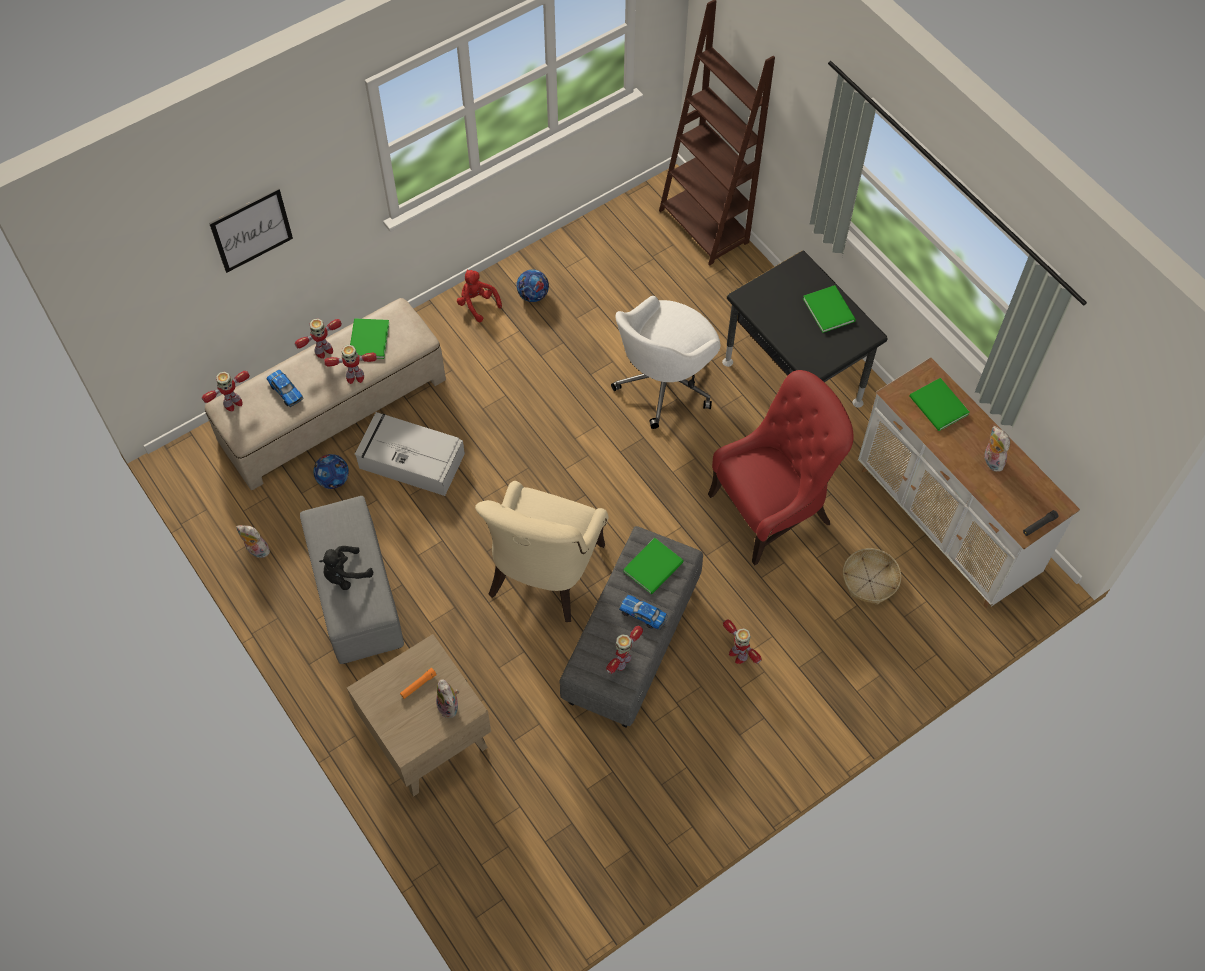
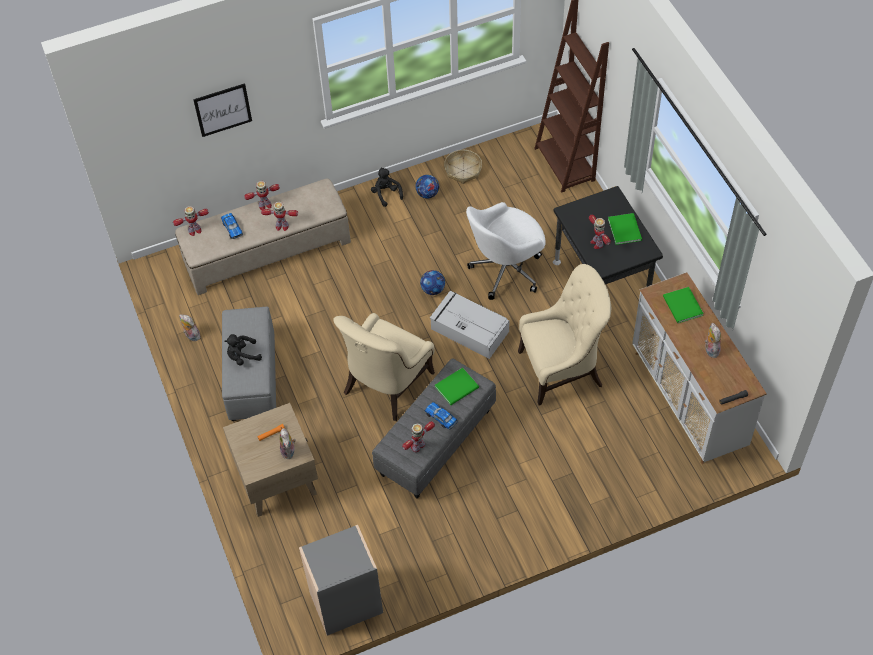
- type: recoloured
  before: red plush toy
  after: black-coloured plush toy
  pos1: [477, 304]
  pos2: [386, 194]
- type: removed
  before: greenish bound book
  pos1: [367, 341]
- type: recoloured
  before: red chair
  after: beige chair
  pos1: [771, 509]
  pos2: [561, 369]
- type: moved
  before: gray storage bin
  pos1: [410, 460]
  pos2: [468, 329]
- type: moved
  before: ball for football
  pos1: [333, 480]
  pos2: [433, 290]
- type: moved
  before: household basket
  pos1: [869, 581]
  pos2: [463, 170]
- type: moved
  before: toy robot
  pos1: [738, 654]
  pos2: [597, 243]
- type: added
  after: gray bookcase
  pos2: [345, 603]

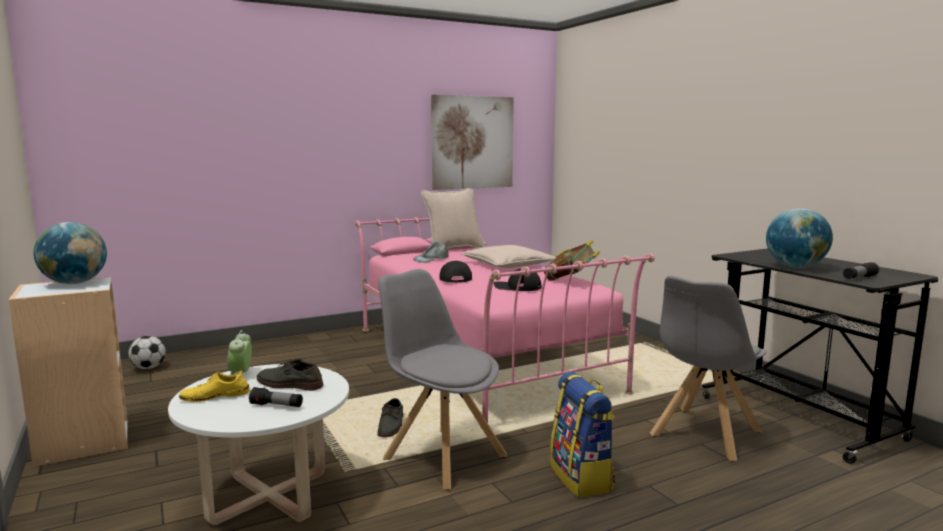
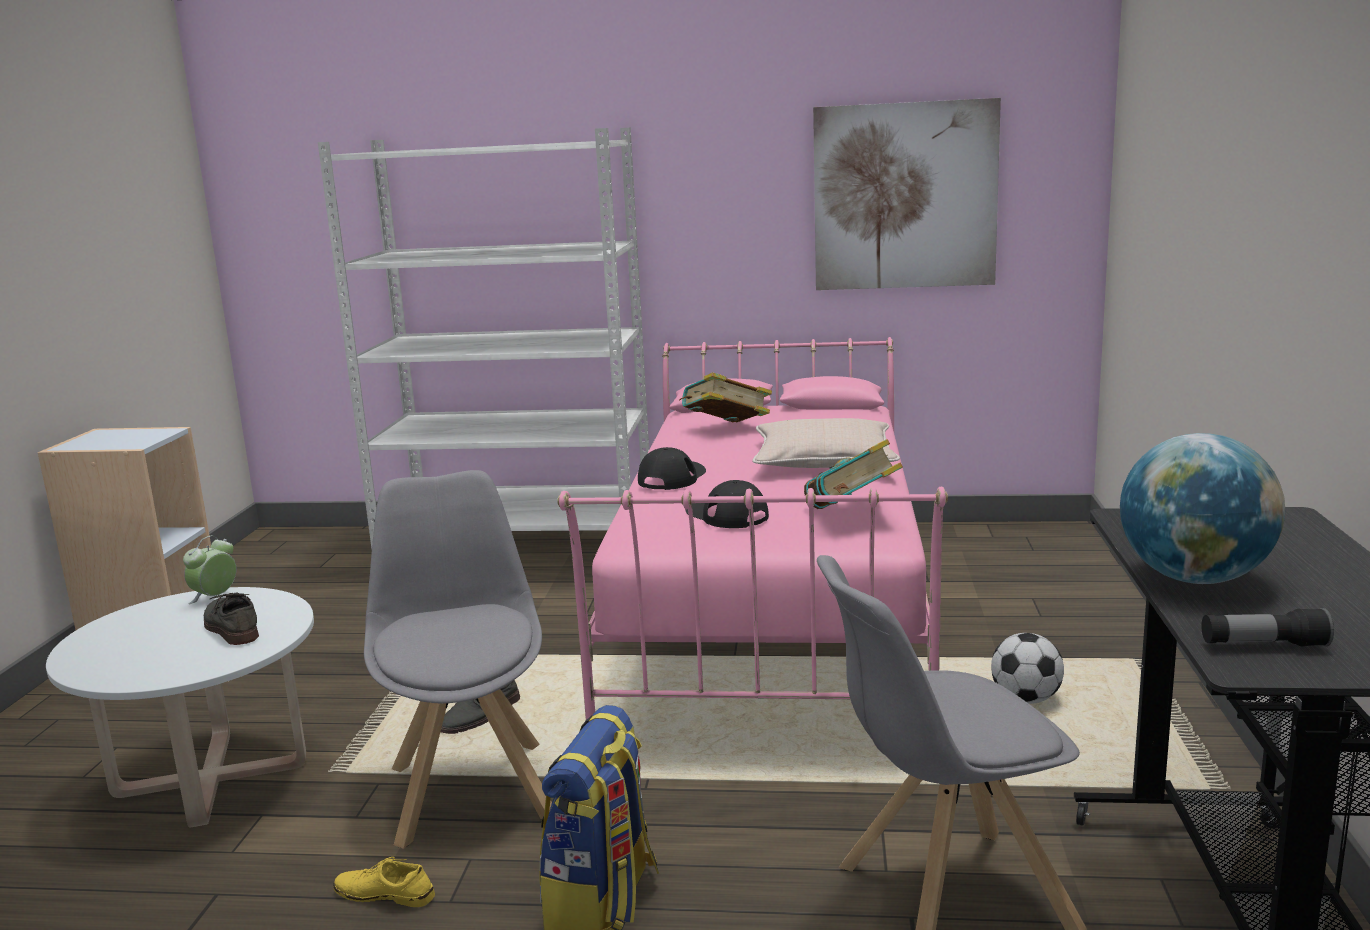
- type: removed
  before: beige throw pillow
  pos1: [453, 249]
- type: removed
  before: globe
  pos1: [75, 283]
- type: replaced
  before: gray baseball cap
  after: bound book
  pos1: [431, 259]
  pos2: [725, 429]
- type: moved
  before: ball for football
  pos1: [148, 368]
  pos2: [1025, 699]
- type: moved
  before: yellowish item of footwear
  pos1: [215, 396]
  pos2: [385, 894]
- type: removed
  before: torch
  pos1: [276, 406]
- type: added
  after: white-coloured bookcase
  pos2: [520, 548]

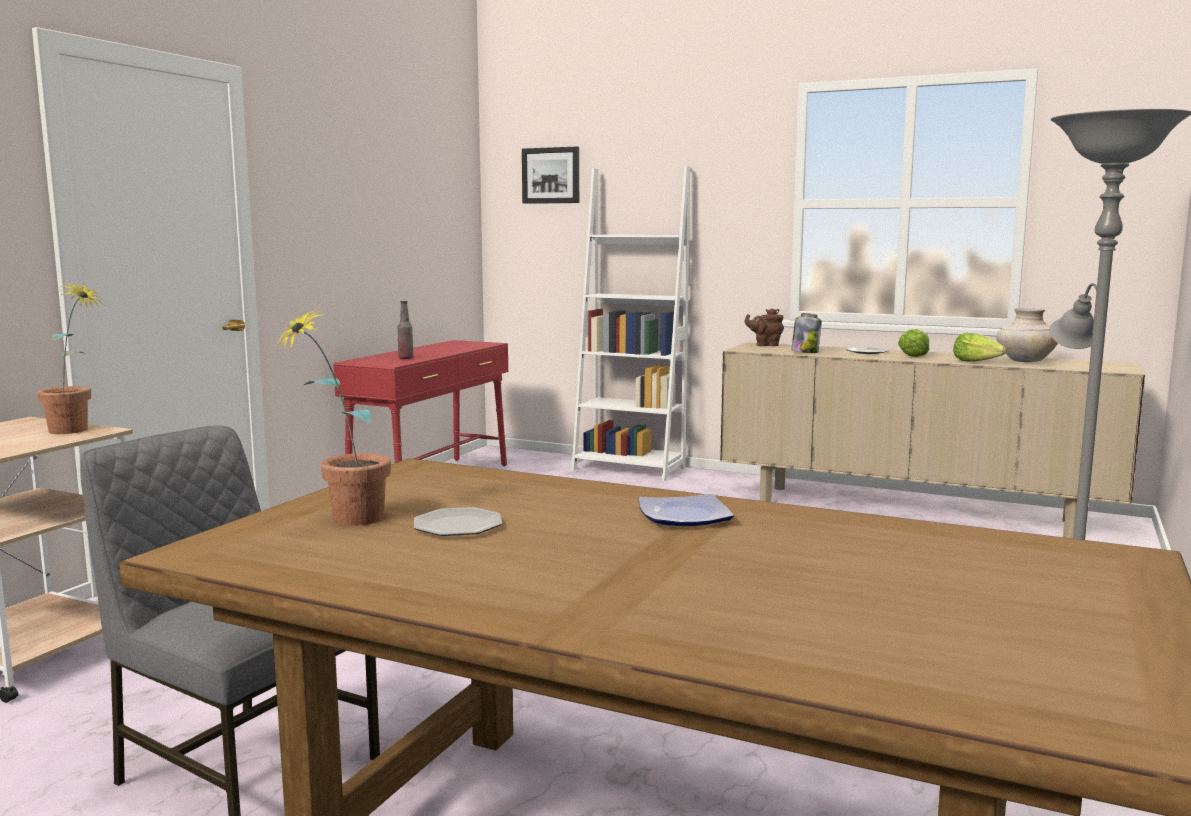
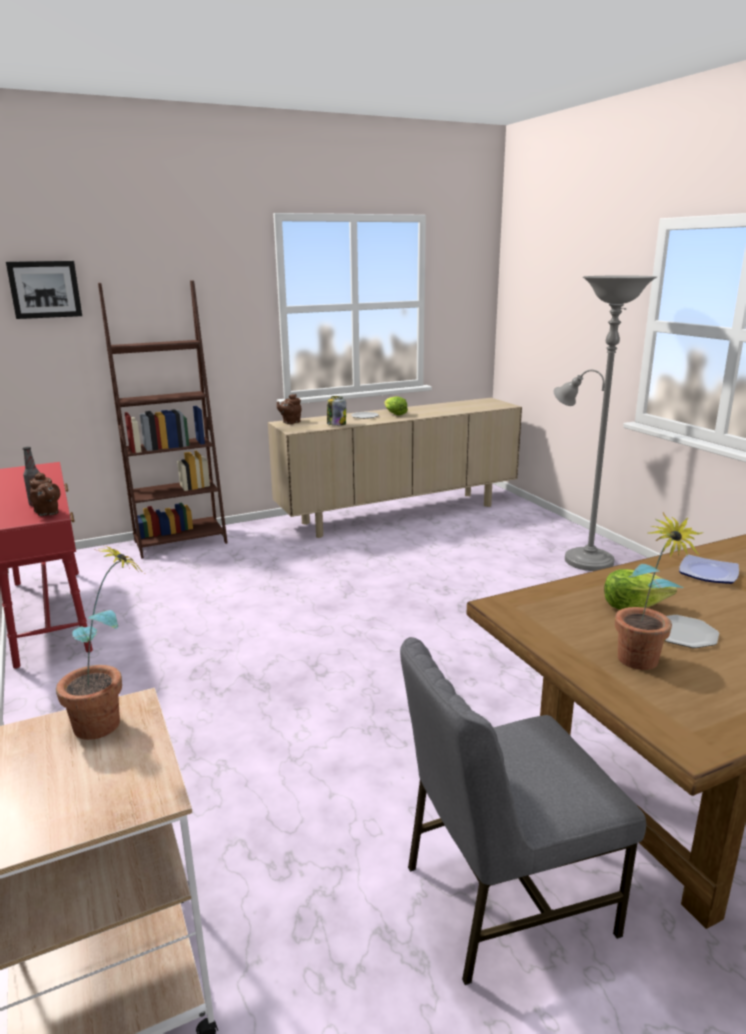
- type: recoloured
  before: white-coloured bookcase
  after: brownish bookcase
  pos1: [628, 468]
  pos2: [180, 542]
- type: removed
  before: beige decorative vase
  pos1: [1025, 361]
- type: moved
  before: lettuce head
  pos1: [977, 362]
  pos2: [633, 606]
- type: added
  after: brownish pot for tea
  pos2: [47, 513]

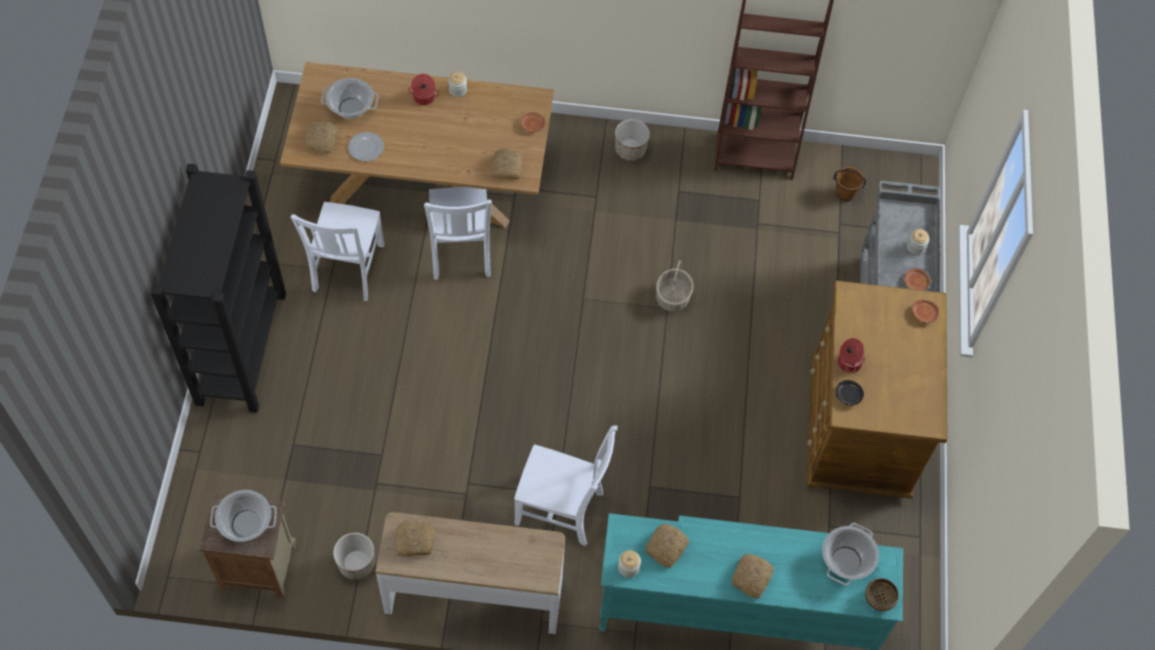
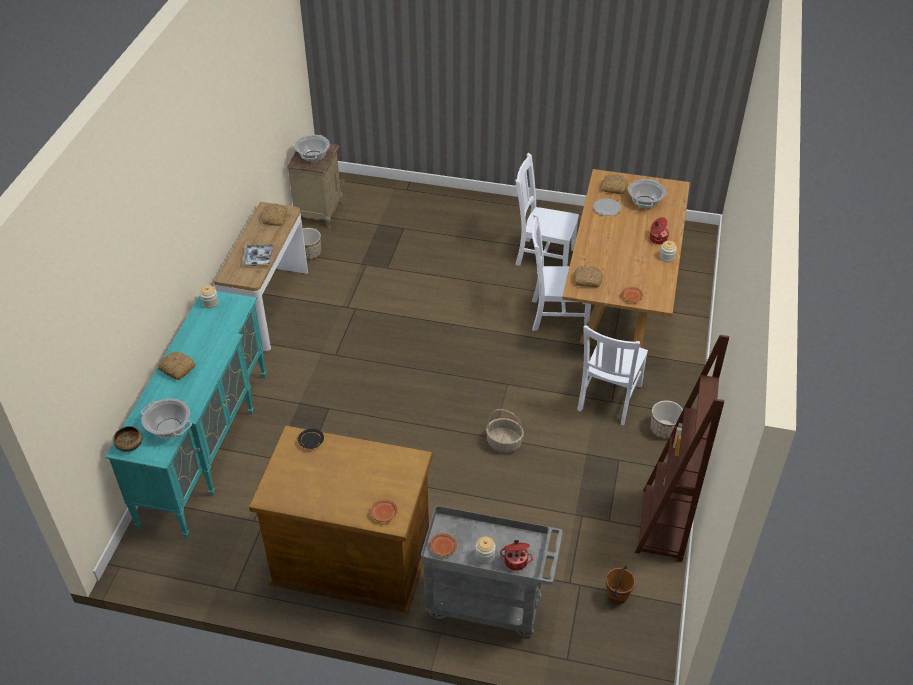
- type: removed
  before: black-coloured bookcase
  pos1: [241, 347]
- type: moved
  before: saucepot
  pos1: [848, 362]
  pos2: [516, 560]
- type: moved
  before: white-coloured chair
  pos1: [562, 509]
  pos2: [608, 399]
- type: removed
  before: bread
  pos1: [666, 548]
- type: added
  after: carrying tray
  pos2: [258, 258]

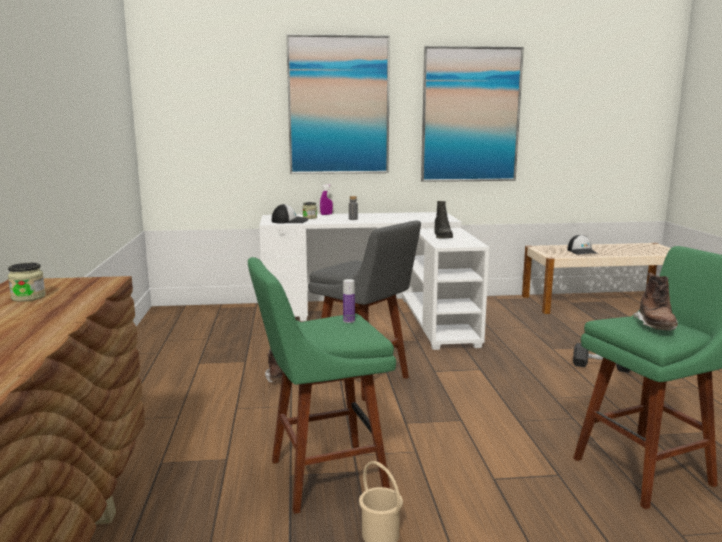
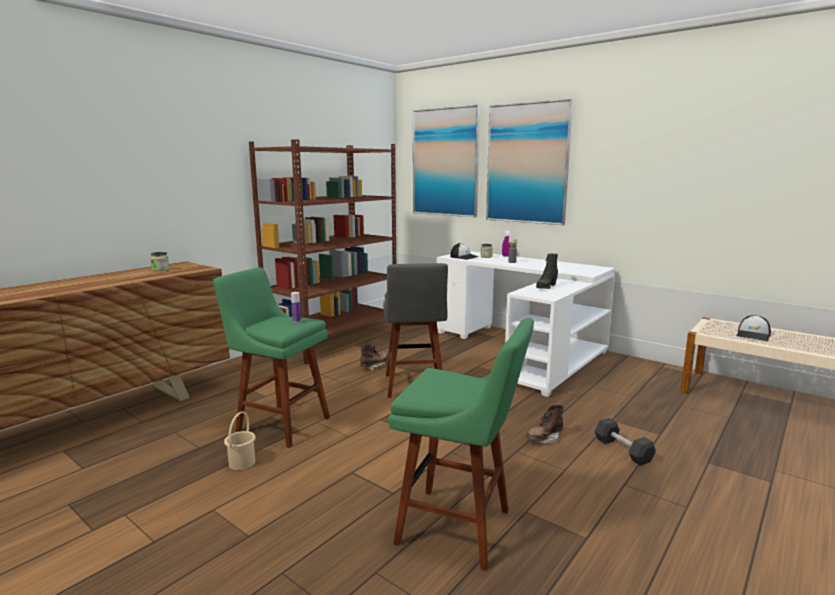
- type: moved
  before: wall picture
  pos1: [470, 115]
  pos2: [445, 162]
- type: moved
  before: brownish boot
  pos1: [656, 326]
  pos2: [544, 438]
- type: added
  after: brownish bookcase
  pos2: [334, 340]

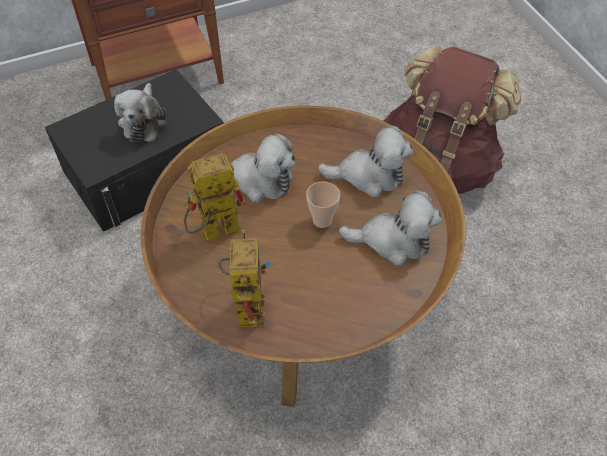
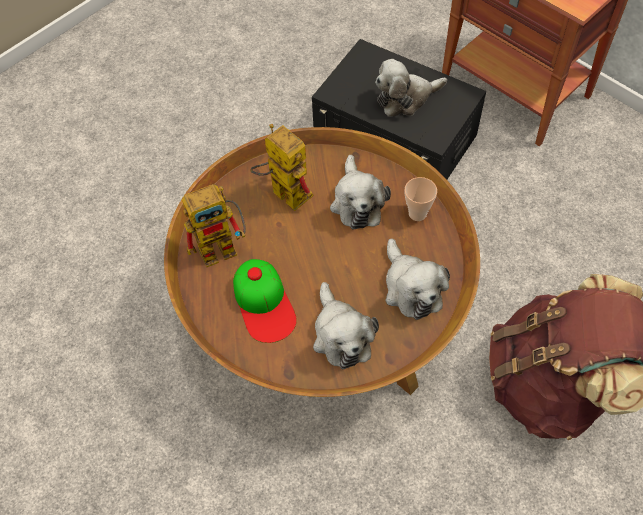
- type: moved
  before: cup
  pos1: [322, 220]
  pos2: [417, 213]
- type: added
  after: baseball cap
  pos2: [264, 303]

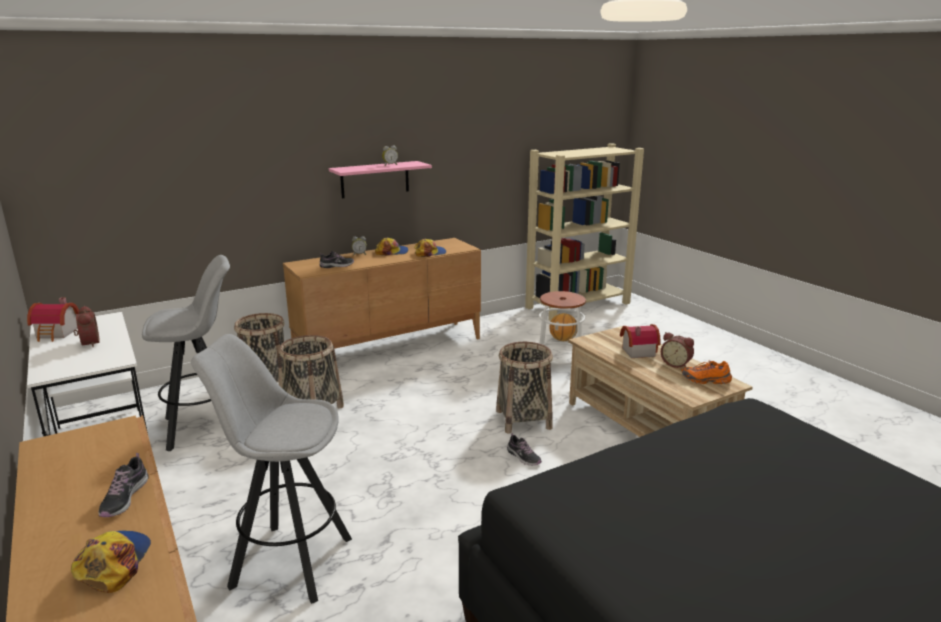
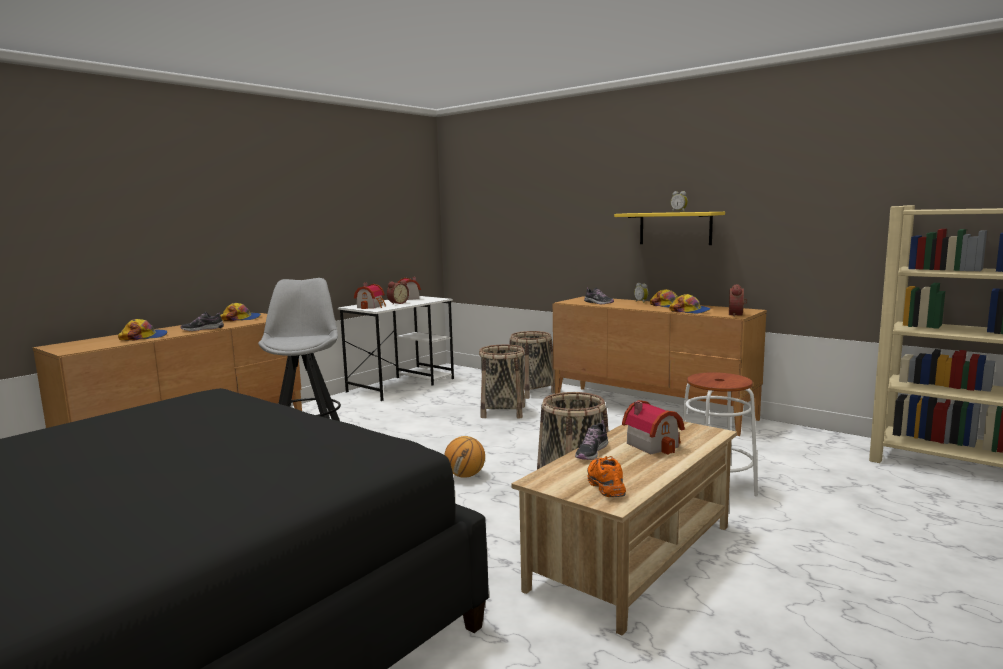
- type: recoloured
  before: pink-coloured wall shelf
  after: yellowish wall shelf
  pos1: [375, 179]
  pos2: [675, 228]
- type: removed
  before: gray sitting stool
  pos1: [205, 426]
- type: moved
  before: ball for basketball
  pos1: [563, 340]
  pos2: [465, 475]
- type: moved
  before: bedside clock
  pos1: [676, 364]
  pos2: [737, 315]
- type: moved
  before: item of footwear
  pos1: [523, 457]
  pos2: [591, 452]
- type: added
  after: model house
  pos2: [371, 306]
- type: added
  after: baseball cap
  pos2: [241, 319]

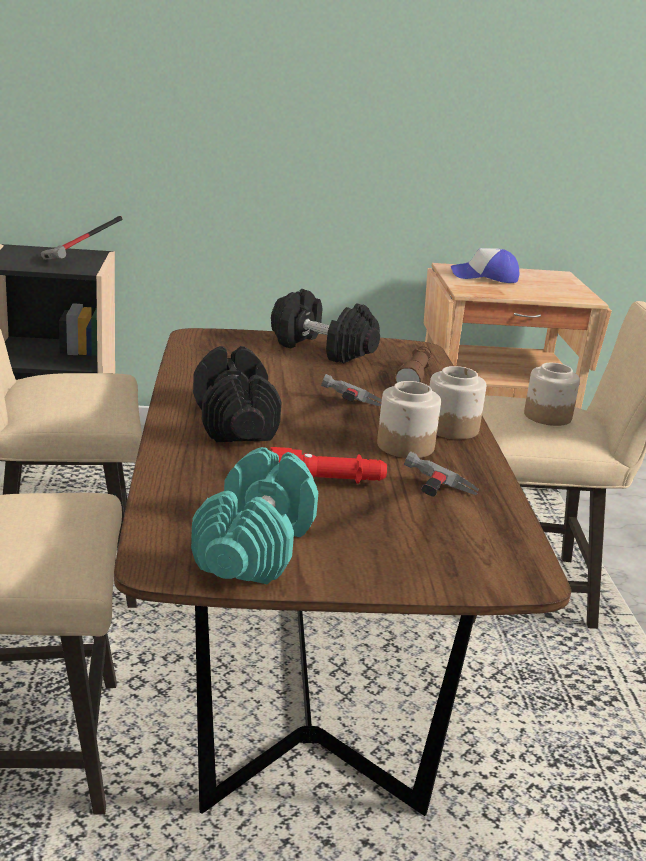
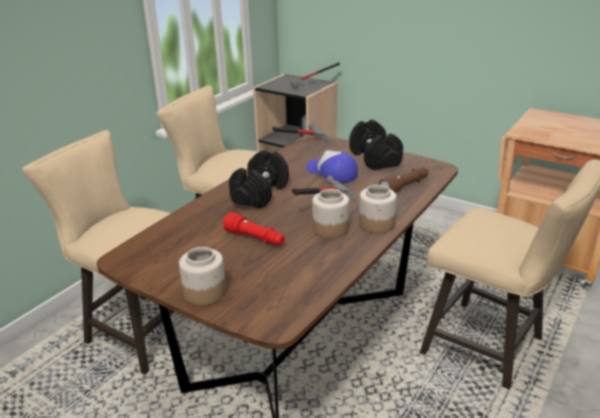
- type: moved
  before: baseball cap
  pos1: [485, 277]
  pos2: [332, 173]
- type: moved
  before: preserve jar
  pos1: [547, 416]
  pos2: [204, 293]
- type: removed
  before: blue-green dumbbell
  pos1: [255, 547]
- type: moved
  before: tool hammer
  pos1: [427, 506]
  pos2: [301, 143]

